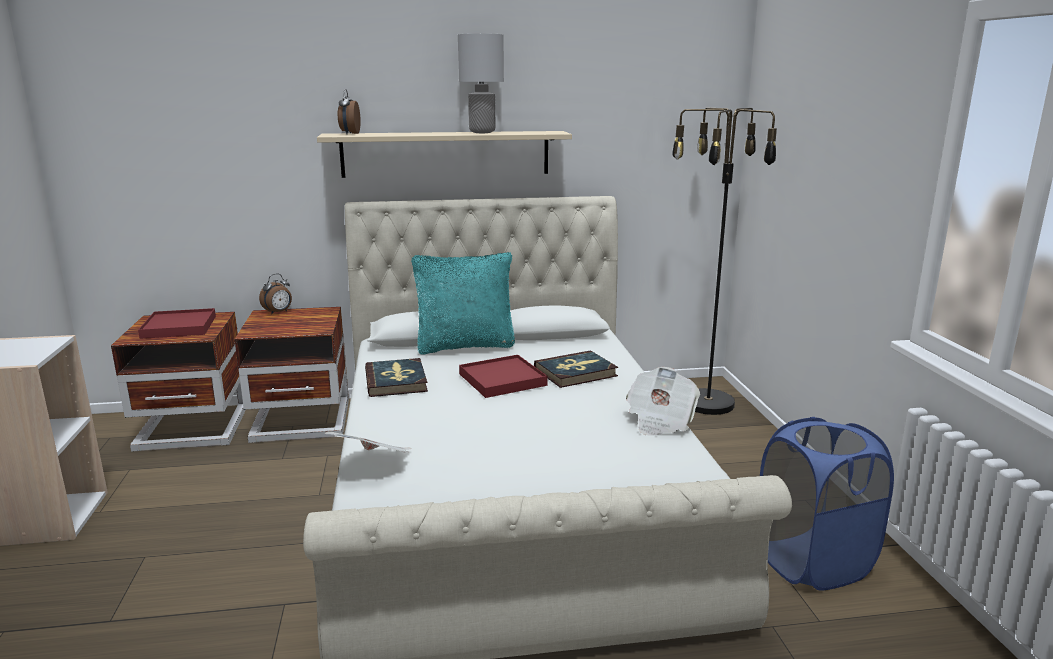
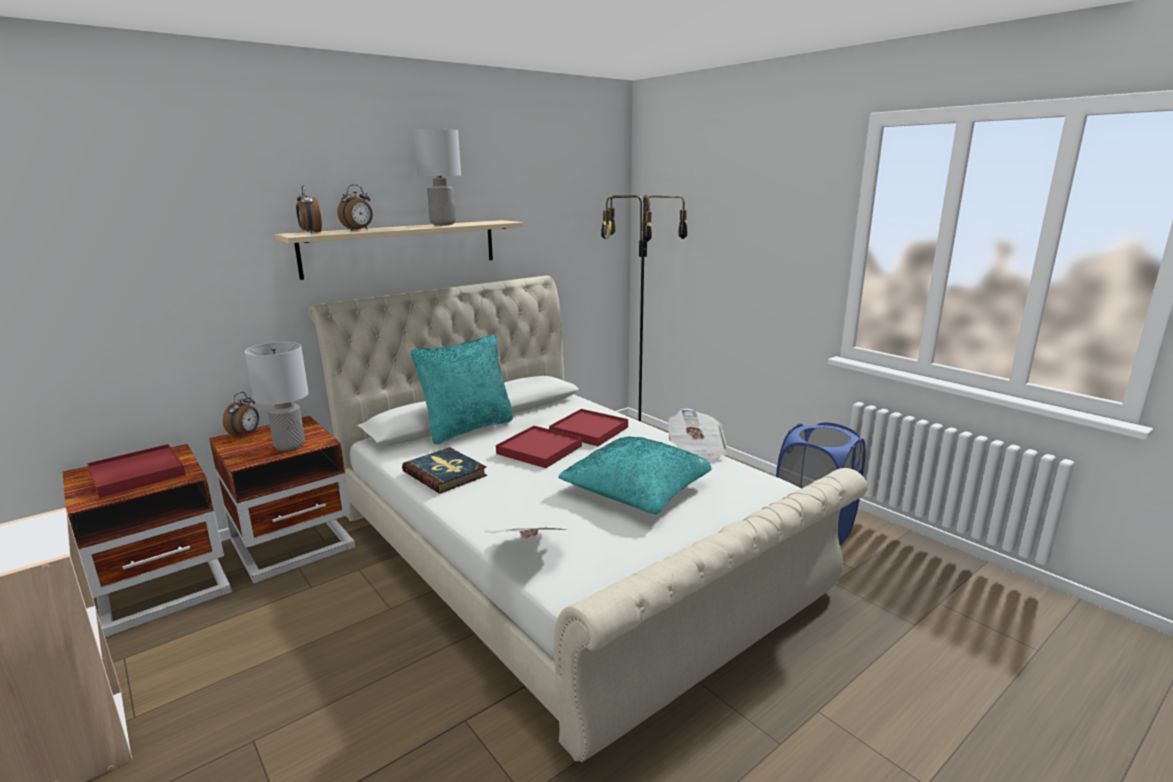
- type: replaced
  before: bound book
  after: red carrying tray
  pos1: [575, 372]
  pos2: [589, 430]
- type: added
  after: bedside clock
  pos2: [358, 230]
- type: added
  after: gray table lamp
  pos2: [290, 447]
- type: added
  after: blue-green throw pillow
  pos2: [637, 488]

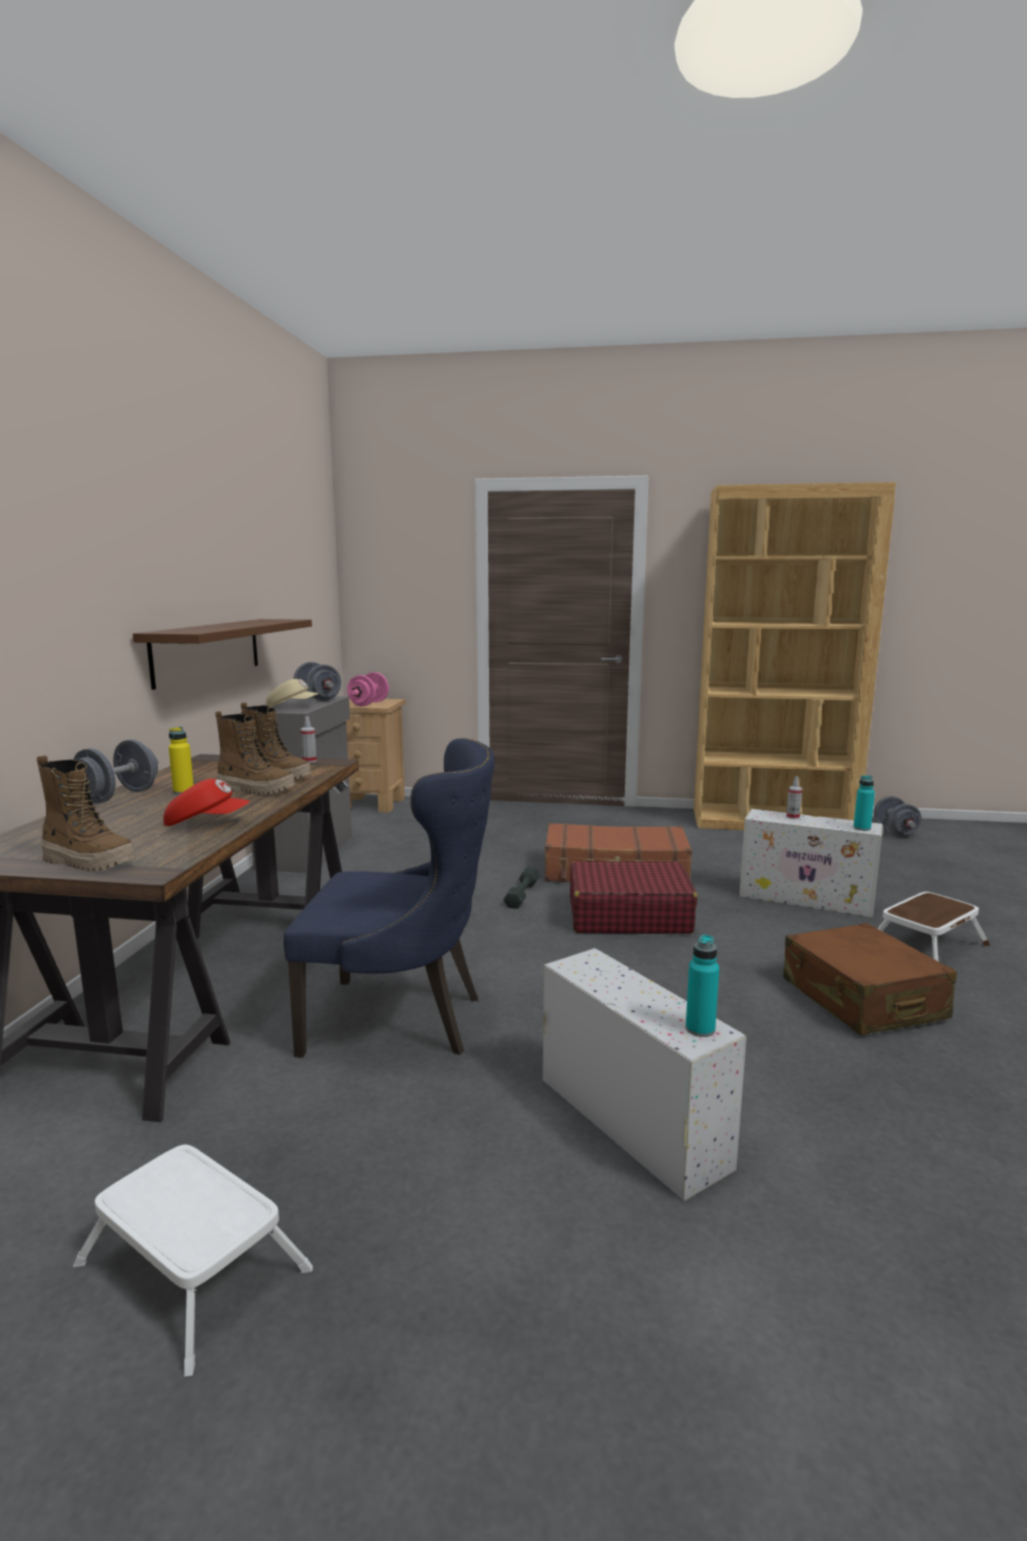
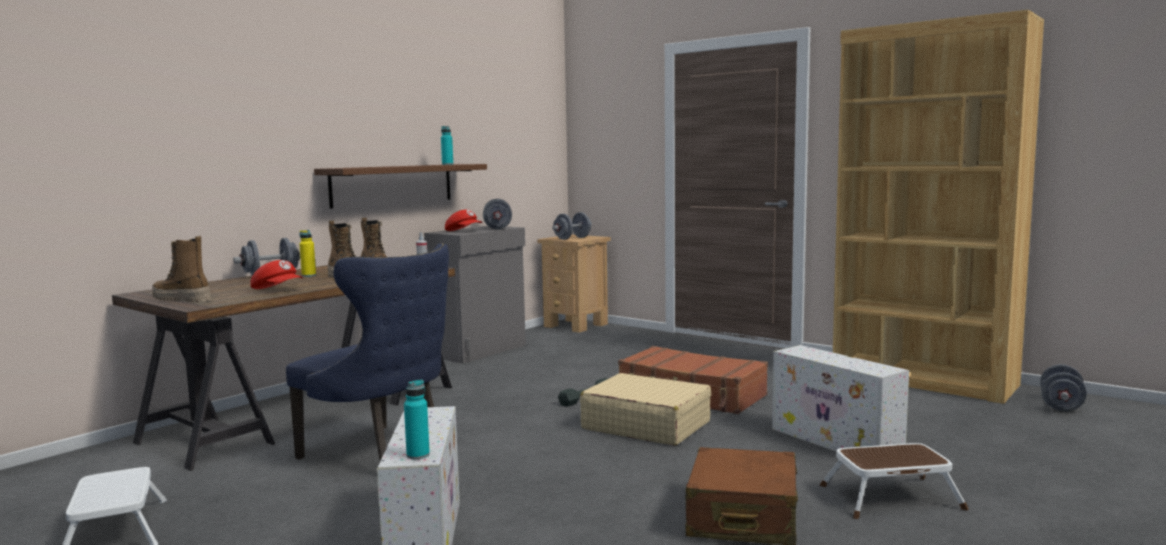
- type: recoloured
  before: pink-coloured dumbbell
  after: gray dumbbell
  pos1: [368, 704]
  pos2: [572, 238]
- type: recoloured
  before: beige baseball cap
  after: red baseball cap
  pos1: [292, 707]
  pos2: [464, 231]
- type: turned
  before: boot
  pos1: [89, 862]
  pos2: [181, 300]
  turn: 150
- type: moved
  before: blue-green drink bottle
  pos1: [862, 828]
  pos2: [447, 164]
- type: removed
  before: spray bottle
  pos1: [792, 817]
- type: recoloured
  before: red piece of luggage
  after: beige piece of luggage
  pos1: [628, 915]
  pos2: [645, 425]

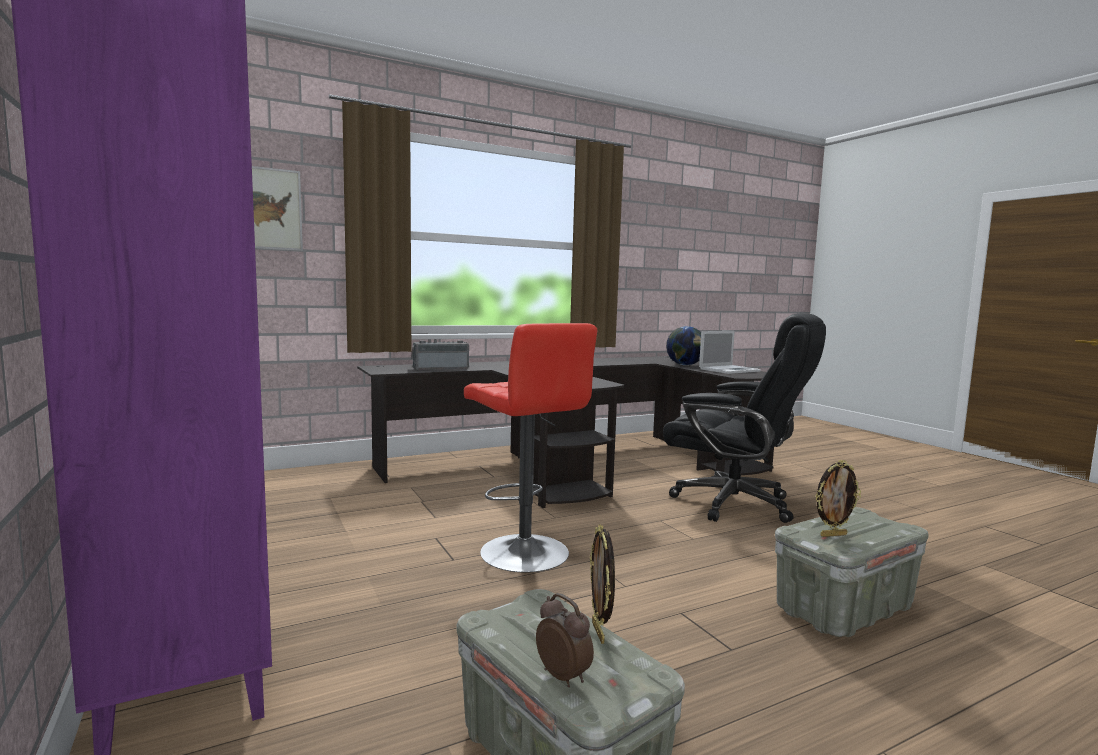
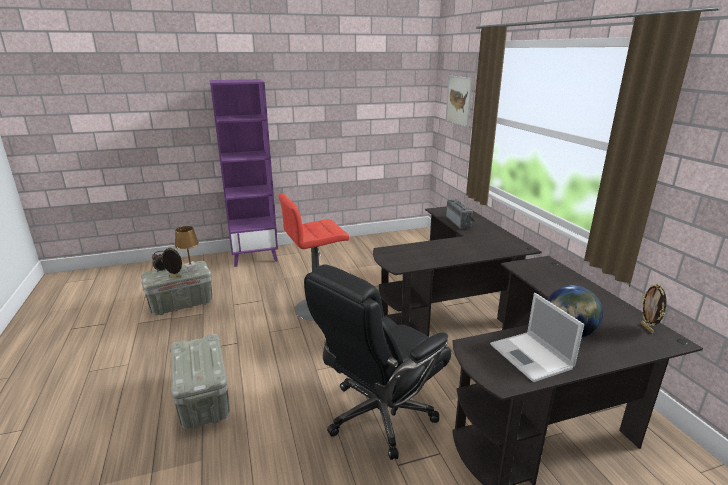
- type: moved
  before: picture frame
  pos1: [833, 535]
  pos2: [647, 328]
- type: added
  after: brownish table lamp
  pos2: [191, 269]

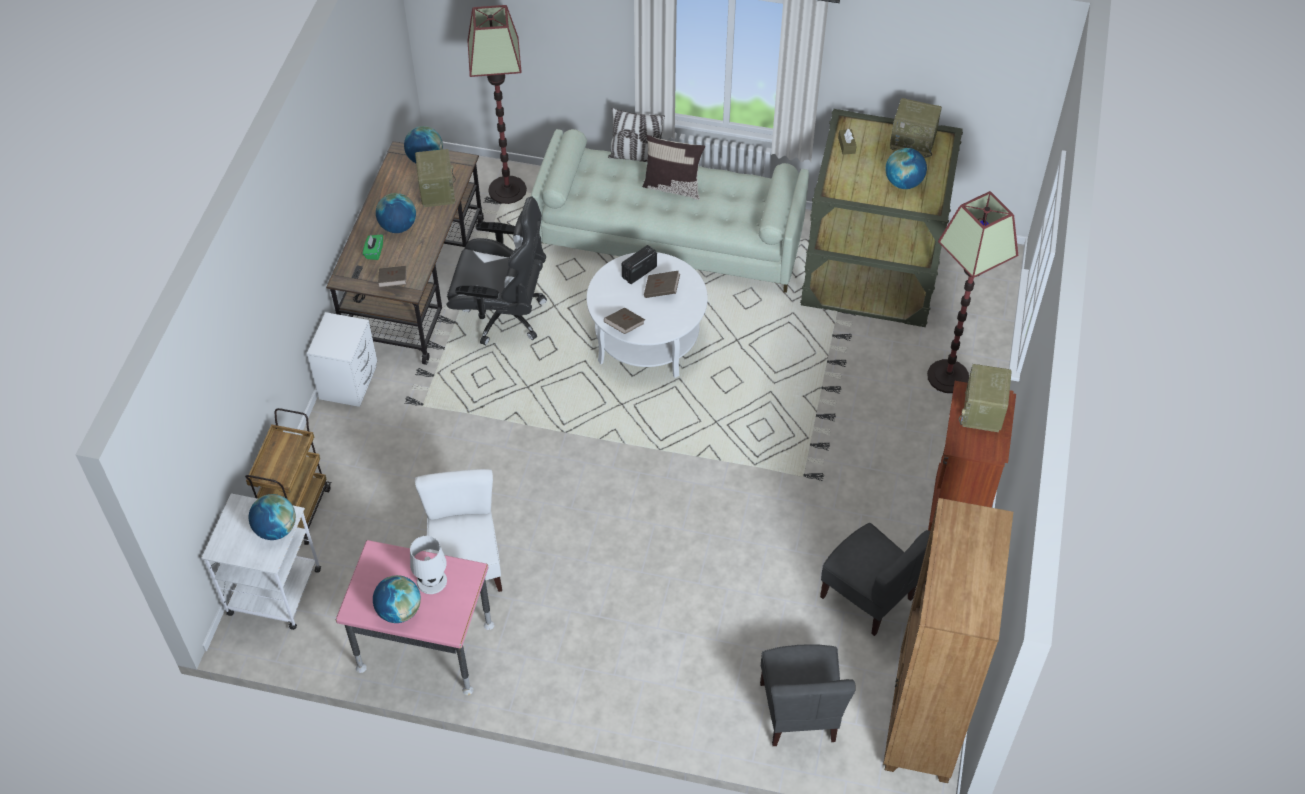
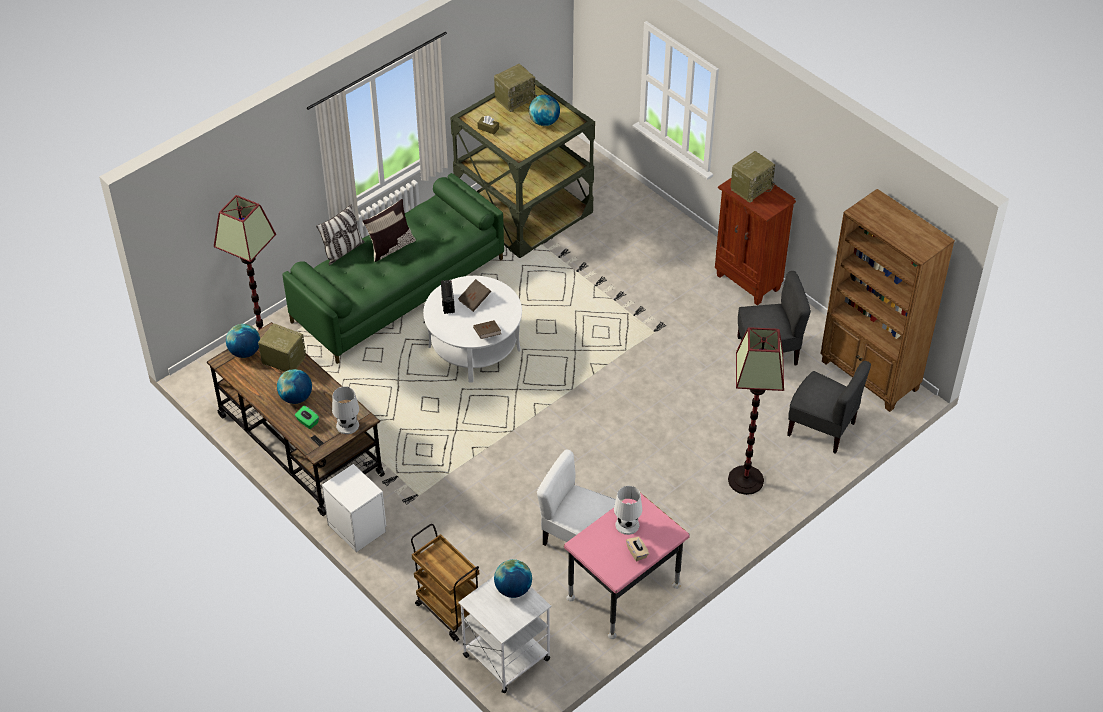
- type: recoloured
  before: white-coloured settee
  after: greenish settee
  pos1: [670, 238]
  pos2: [398, 290]
- type: moved
  before: floor lamp
  pos1: [948, 377]
  pos2: [746, 480]
- type: removed
  before: black-coloured office chair
  pos1: [500, 315]
- type: replaced
  before: brownish bound book
  after: white-coloured table lamp
  pos1: [393, 282]
  pos2: [347, 425]
- type: turned
  before: radio
  pos1: [983, 412]
  pos2: [751, 188]
  turn: -90
- type: replaced
  before: globe
  after: beige tissue holder
  pos1: [399, 610]
  pos2: [637, 553]

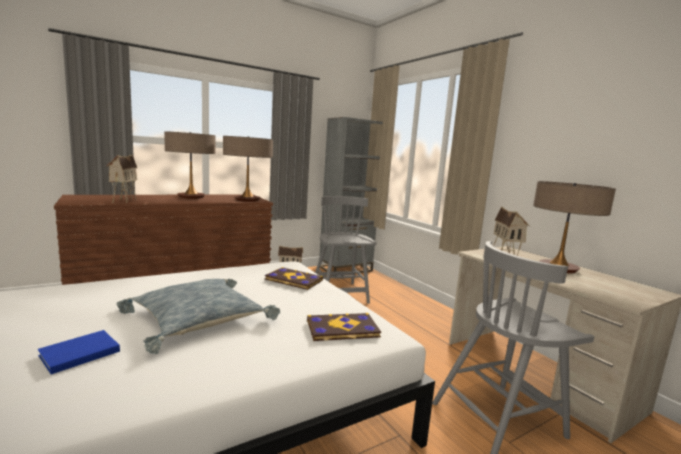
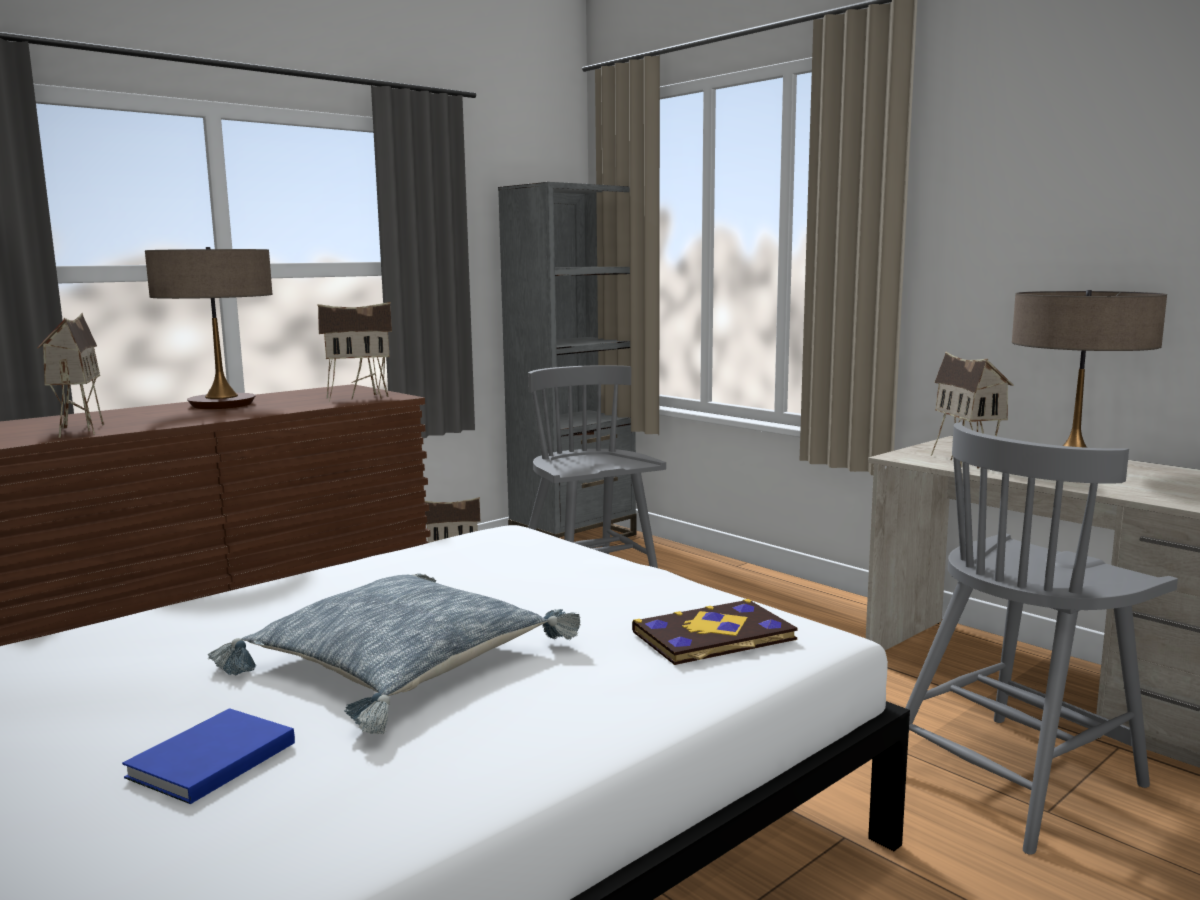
- type: replaced
  before: table lamp
  after: model house
  pos1: [247, 200]
  pos2: [359, 397]
- type: removed
  before: bound book
  pos1: [293, 280]

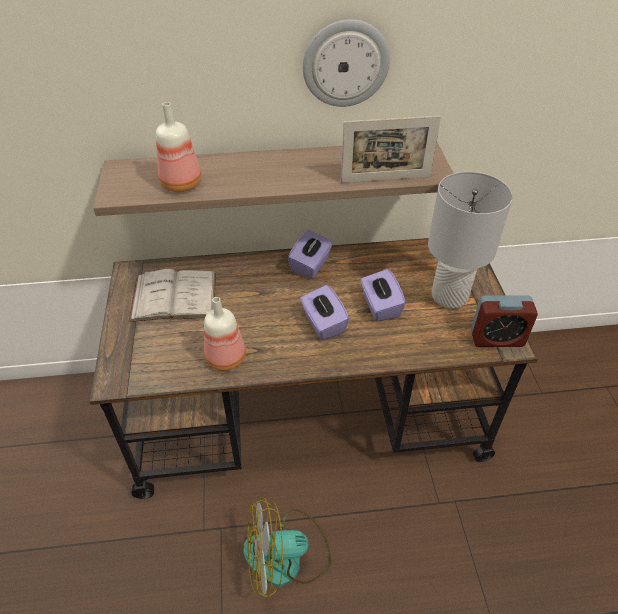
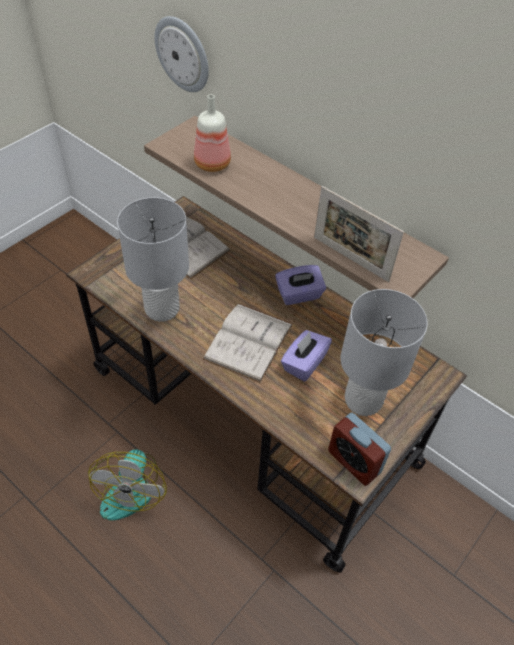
- type: moved
  before: hanging clock
  pos1: [345, 63]
  pos2: [183, 54]
- type: replaced
  before: purple tissue holder
  after: white-coloured bound book
  pos1: [323, 324]
  pos2: [248, 341]
- type: replaced
  before: drink bottle
  after: gray table lamp
  pos1: [227, 358]
  pos2: [163, 312]
- type: turned
  before: electric fan
  pos1: [286, 557]
  pos2: [130, 486]
  turn: -120

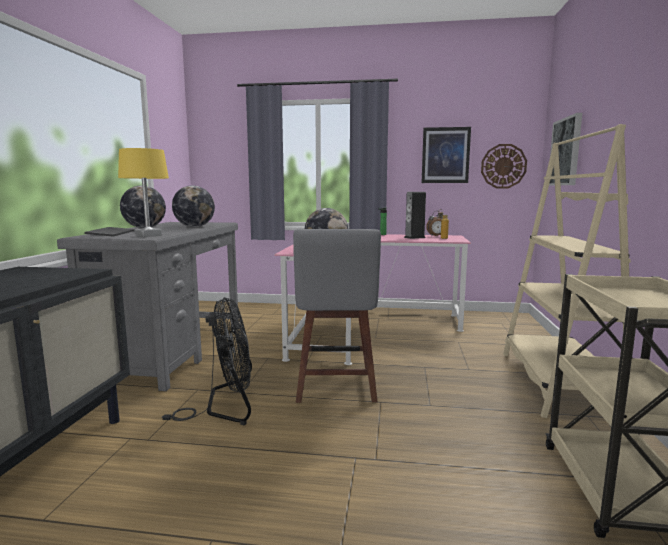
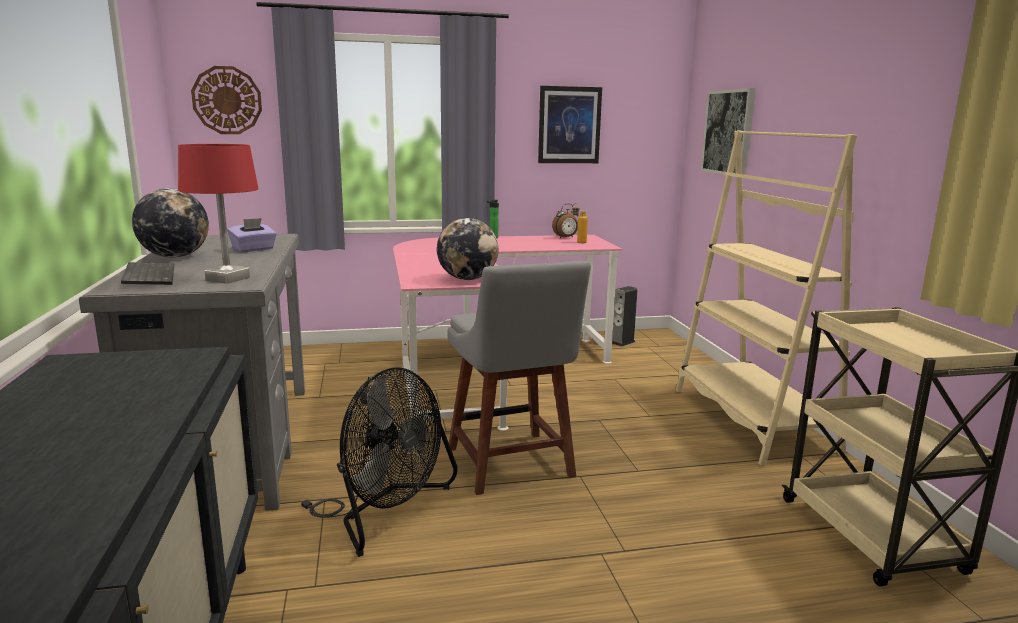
- type: moved
  before: hanging clock
  pos1: [503, 166]
  pos2: [227, 100]
- type: recoloured
  before: yellowish table lamp
  after: red table lamp
  pos1: [148, 235]
  pos2: [227, 279]
- type: replaced
  before: globe
  after: purple tissue holder
  pos1: [194, 227]
  pos2: [253, 249]
- type: moved
  before: audio speaker
  pos1: [414, 237]
  pos2: [622, 342]
- type: turned
  before: black-coloured electric fan
  pos1: [224, 403]
  pos2: [381, 513]
  turn: 60

